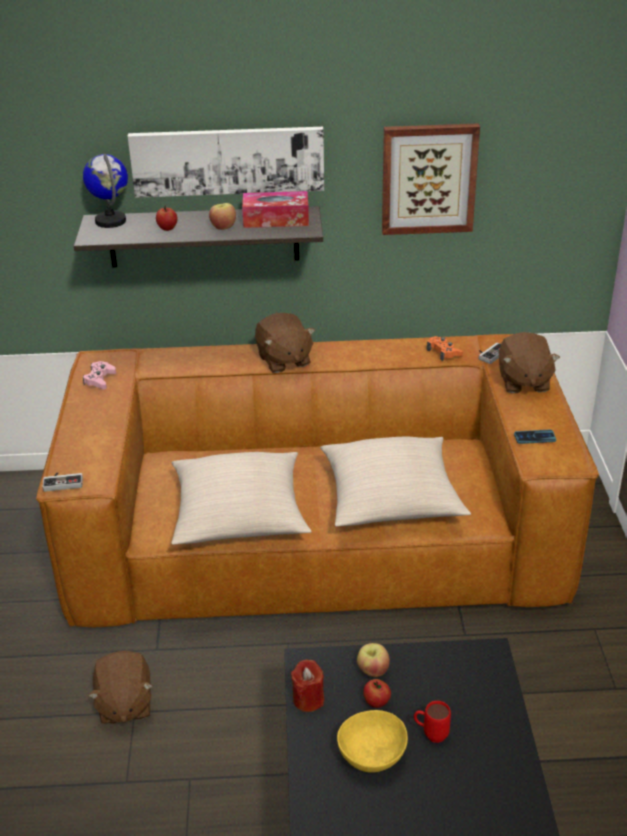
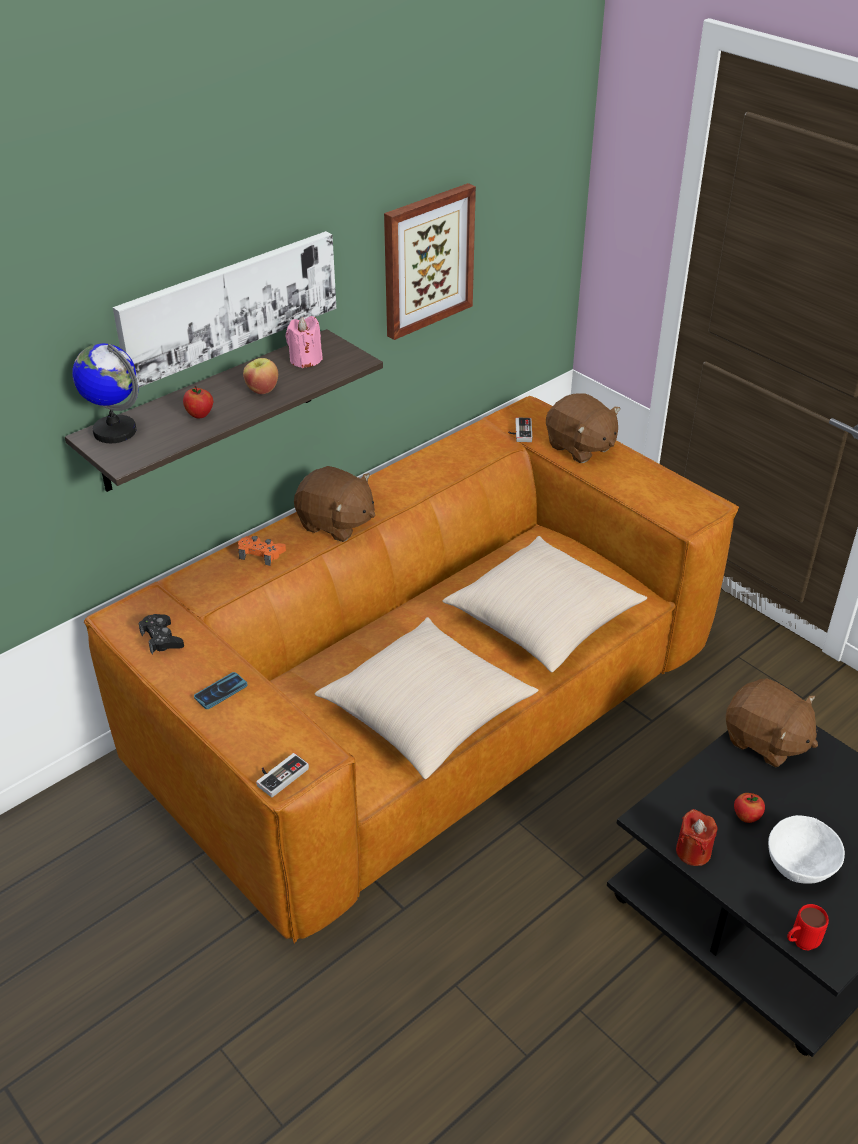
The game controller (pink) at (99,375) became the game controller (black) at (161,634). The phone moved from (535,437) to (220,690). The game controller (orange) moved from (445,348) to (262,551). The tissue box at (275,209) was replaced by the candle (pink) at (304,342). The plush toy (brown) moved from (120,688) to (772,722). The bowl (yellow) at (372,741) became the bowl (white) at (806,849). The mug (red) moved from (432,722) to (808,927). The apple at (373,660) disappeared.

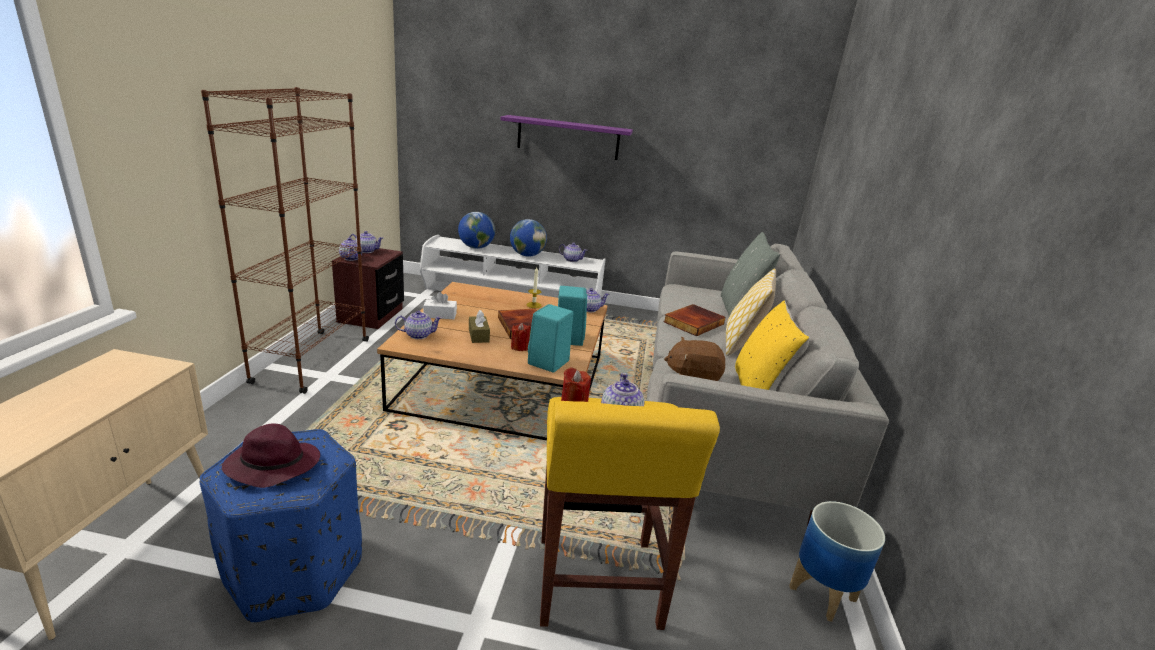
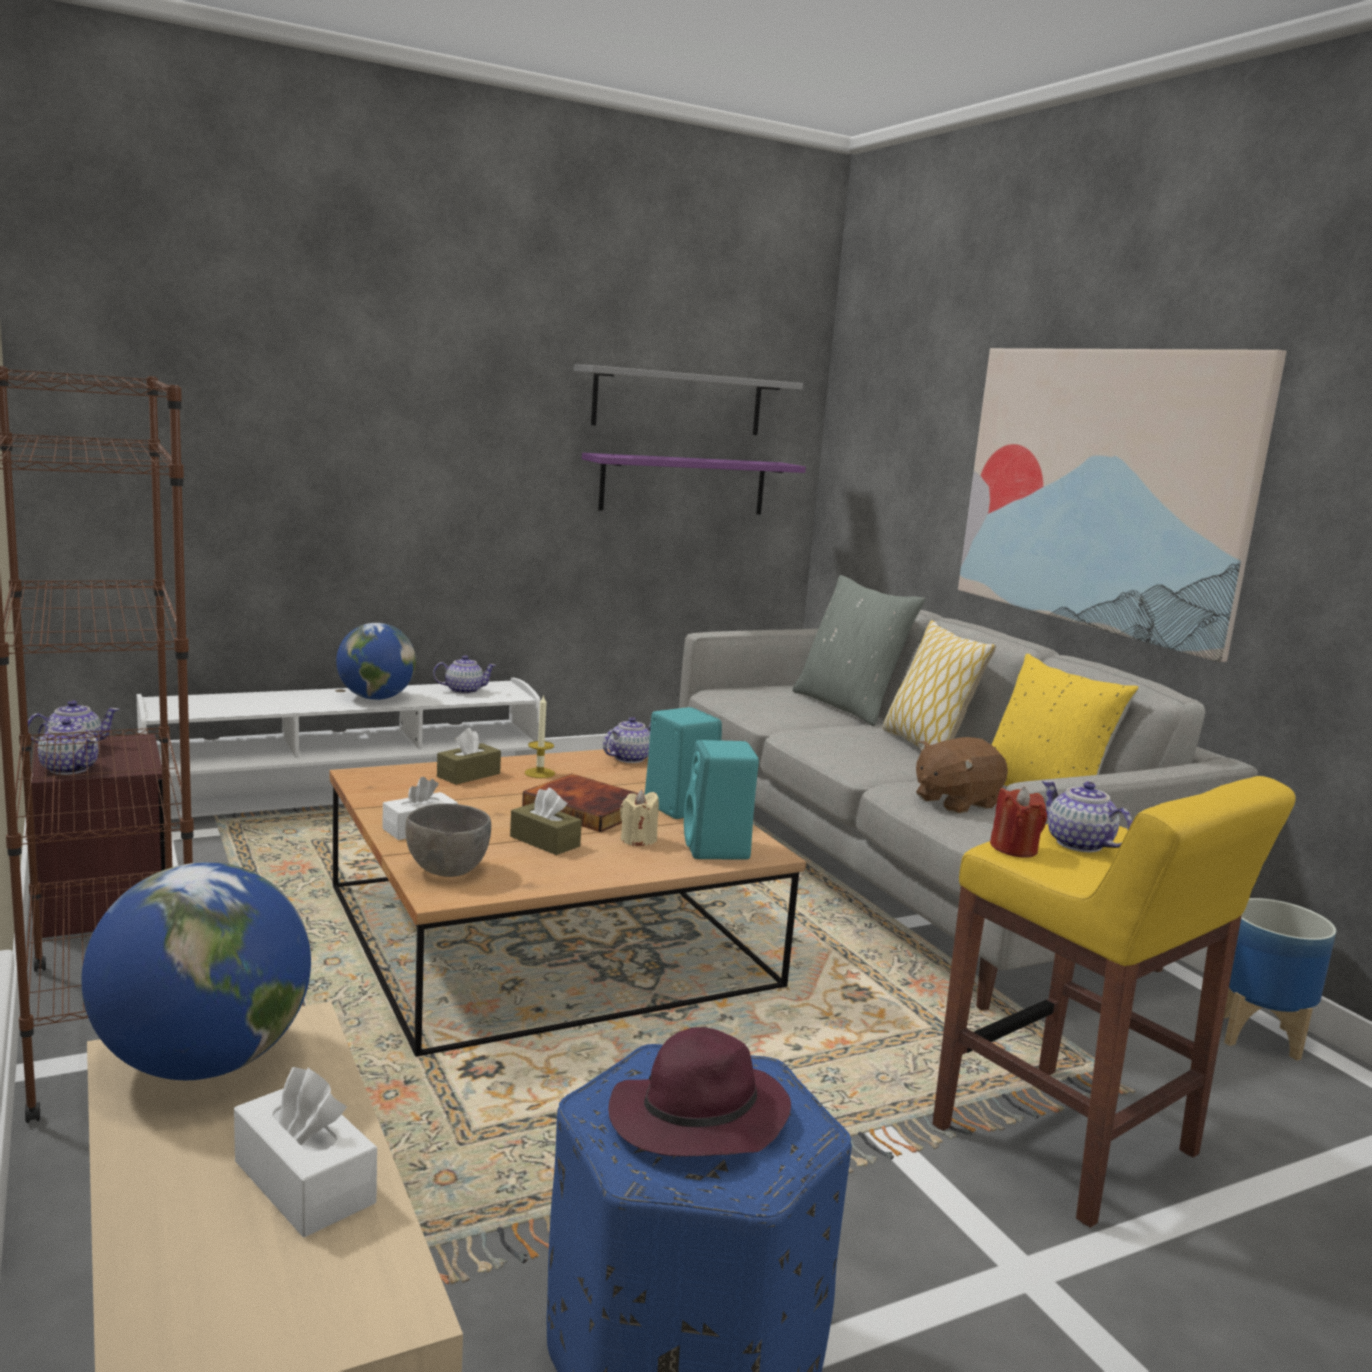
The globe moved from (476,230) to (196,971). The tissue box (white) at (305,1152) appeared. The teapot at (418,325) was replaced by the bowl (grey) at (448,840). The tissue box (brown) at (469,756) appeared. The shelf (grey) at (688,399) appeared. The shelf (purple) moved from (567,137) to (694,483). The candle (red) at (521,337) became the candle (beige) at (639,818). The picture at (1122,505) appeared. The book at (694,320) disappeared.

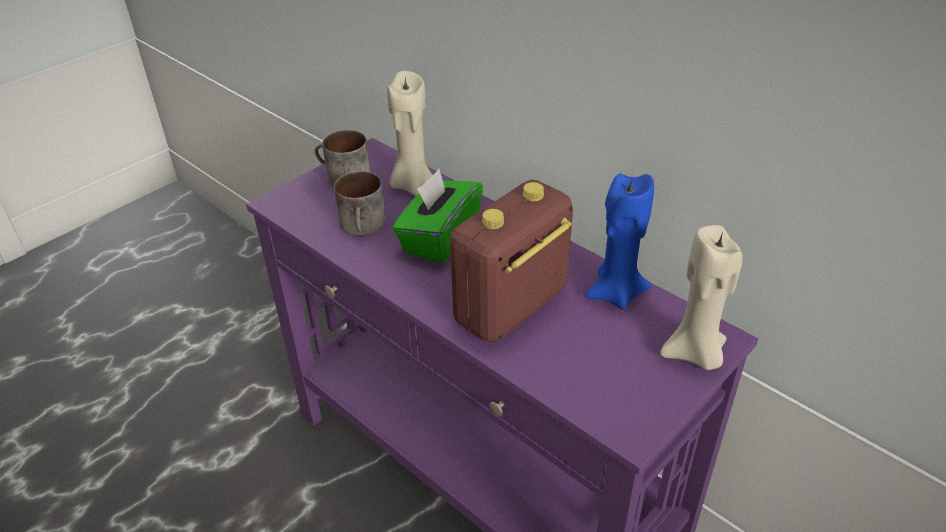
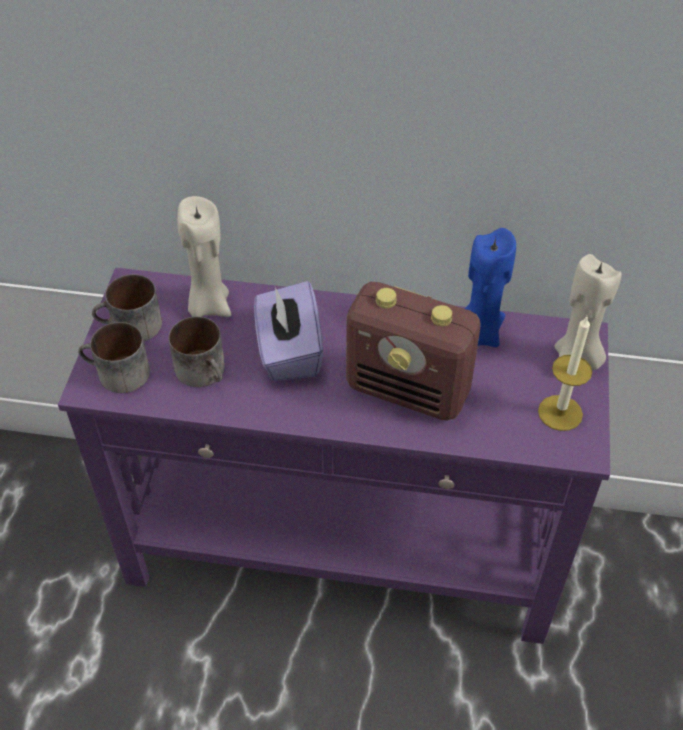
The mug at (114,357) appeared. The tissue box (green) at (438,216) became the tissue box (purple) at (288,331). The radio at (511,260) turned 75 degrees counterclockwise. The candle at (565,374) appeared.

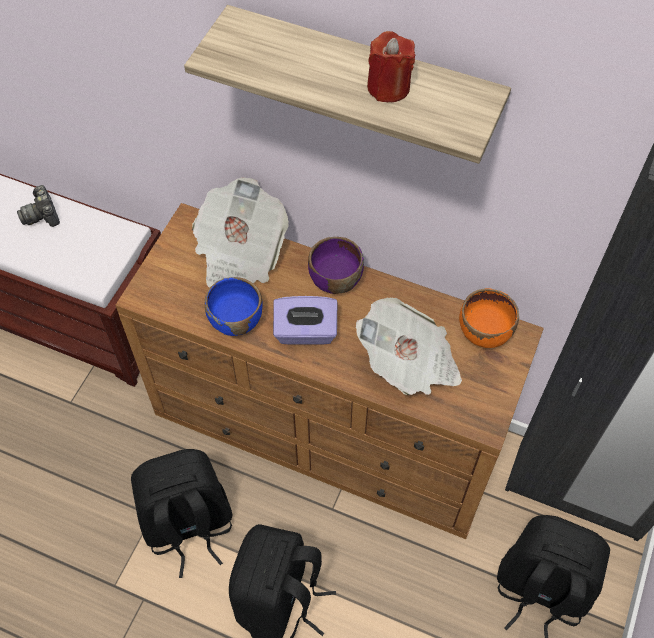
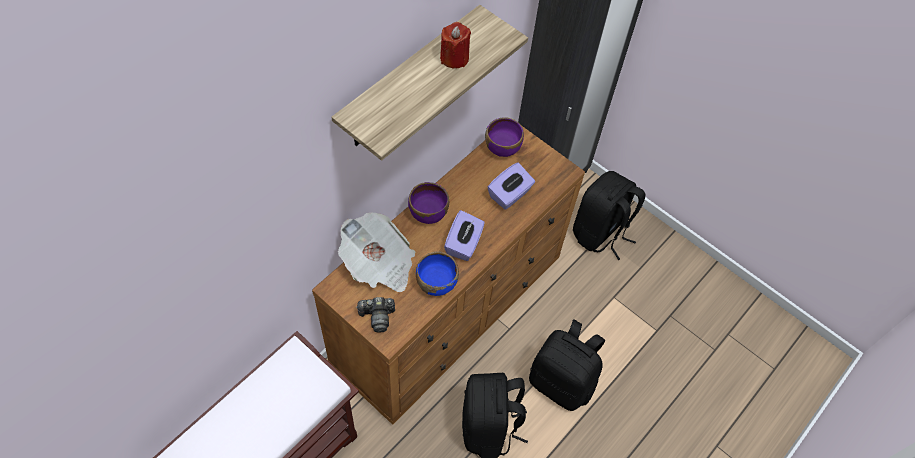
The photo camera moved from (38,206) to (375,315). The bowl (orange) at (489,318) became the bowl (purple) at (504,137). The newspaper at (409,346) was replaced by the tissue box (purple) at (511,186).

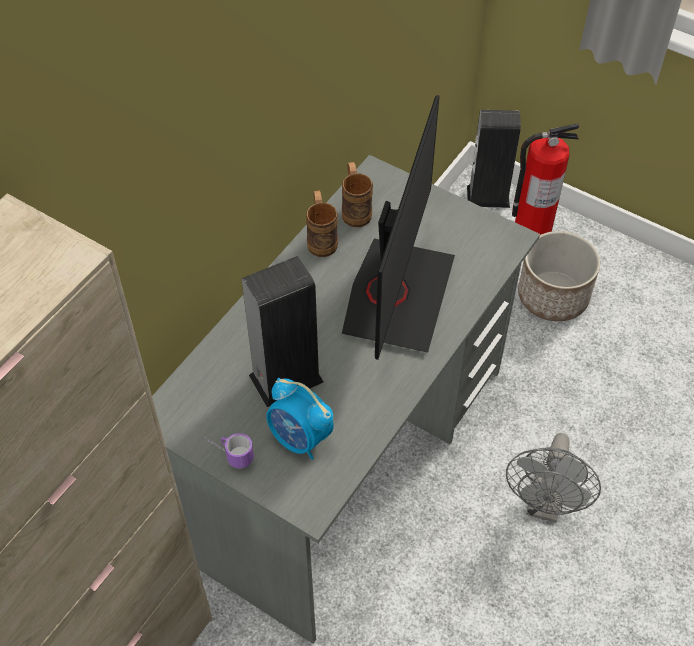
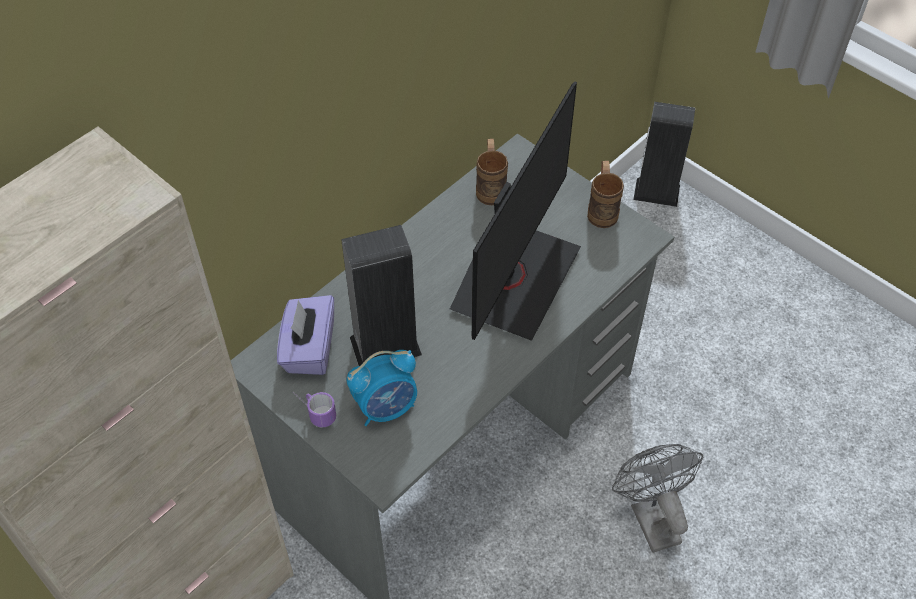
The tissue box (purple) at (305,335) appeared. The alarm clock at (300,419) turned 75 degrees counterclockwise. The mug (brown) moved from (322,224) to (605,194). The fan (grey) at (553,478) turned 135 degrees clockwise. The fire extinguisher at (545,179) disappeared. The planter at (559,276) disappeared.

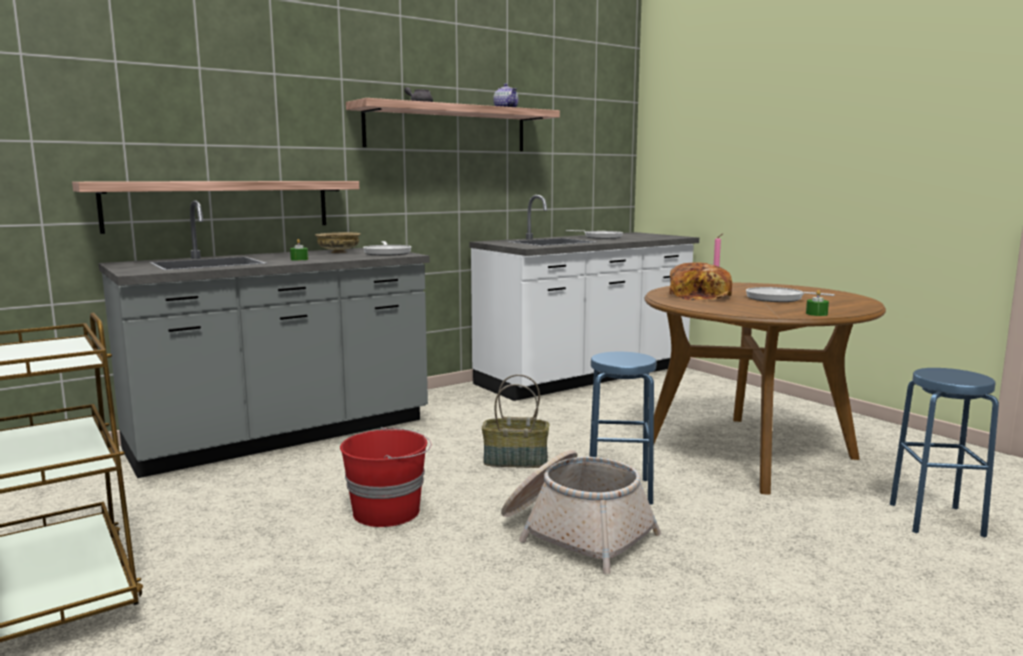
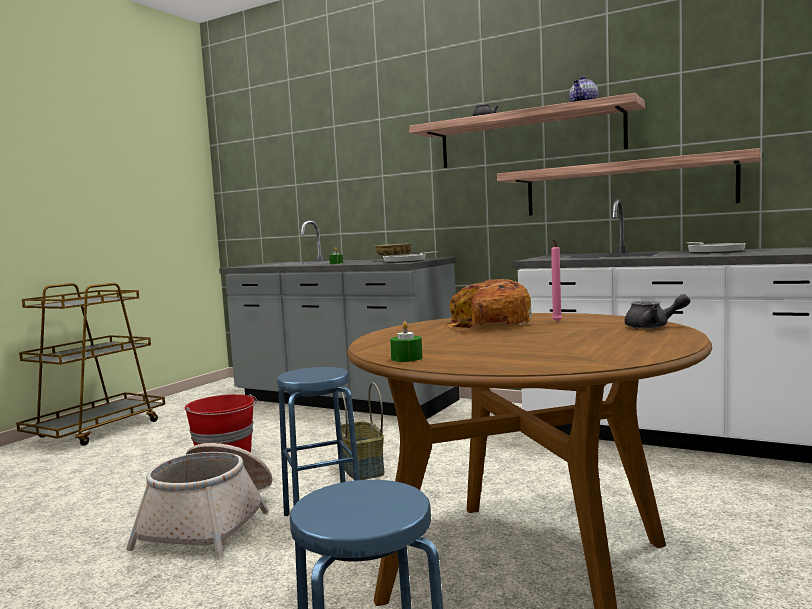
The shelf moved from (215,207) to (629,182). The teapot (grey) at (658,311) appeared. The frying pan at (790,294) disappeared.

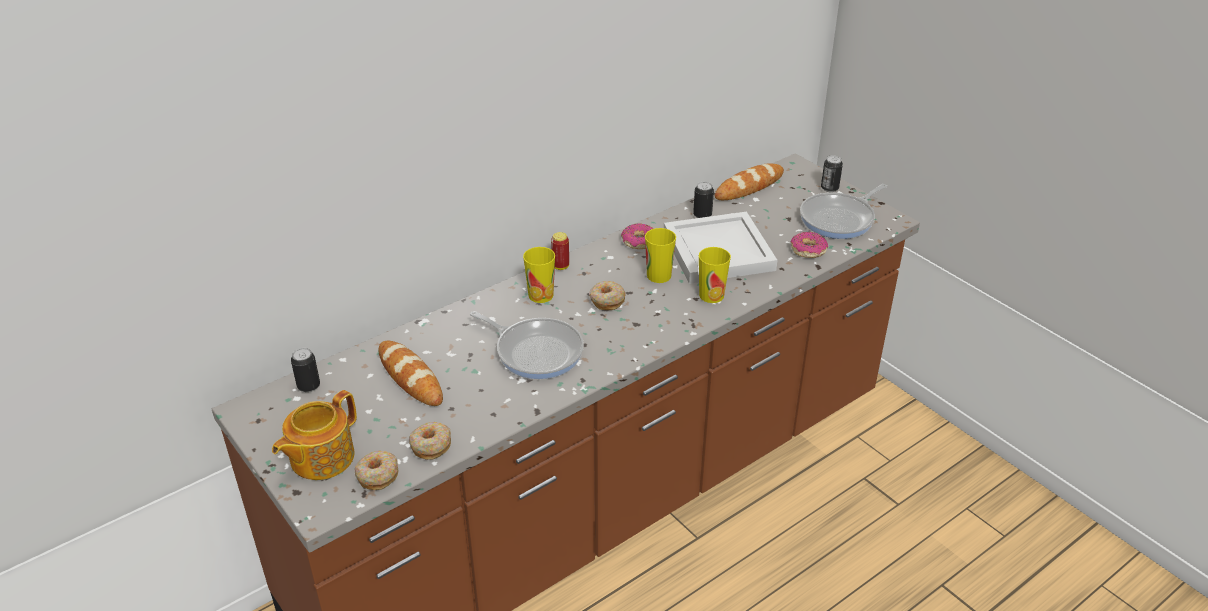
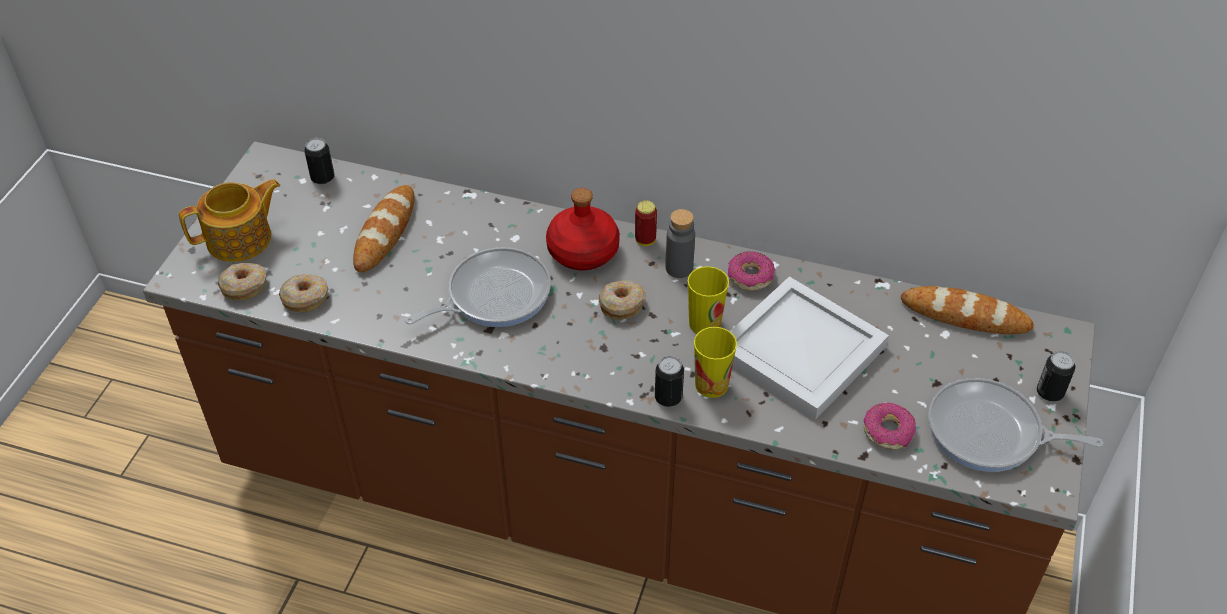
The teapot at (314,435) turned 150 degrees clockwise. The frying pan at (527,345) turned 120 degrees counterclockwise. The cup at (539,275) was replaced by the bottle (red) at (583,229). The can moved from (703,200) to (669,381). The bottle (grey) at (680,243) appeared.

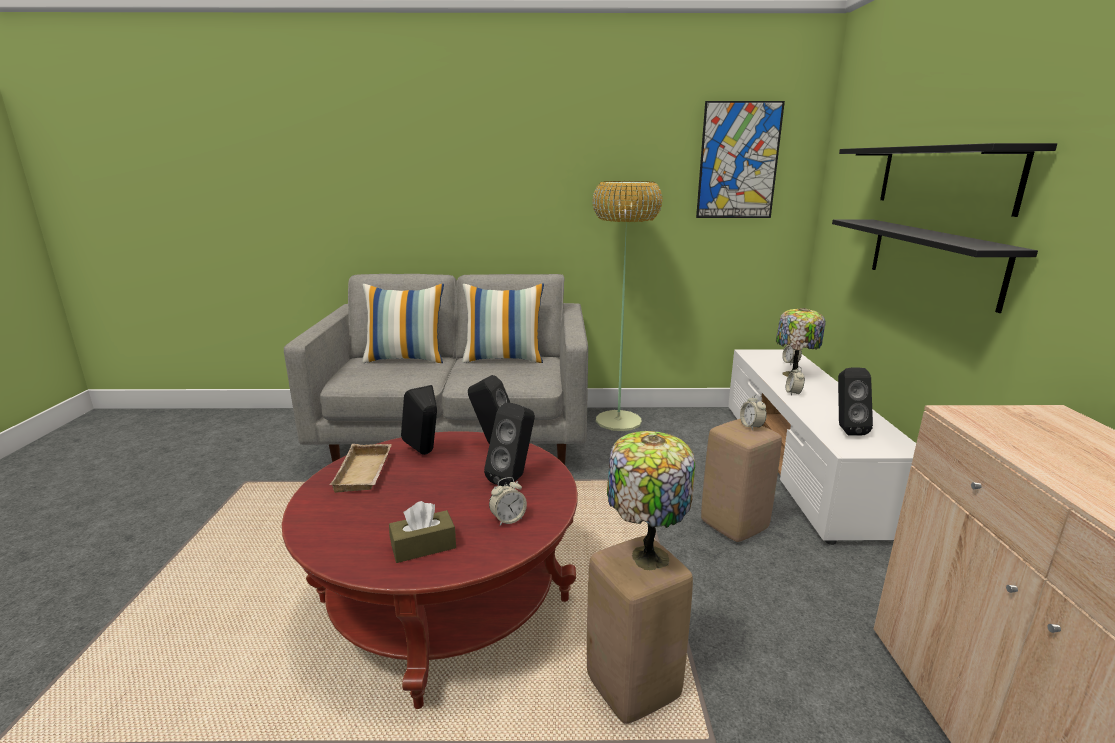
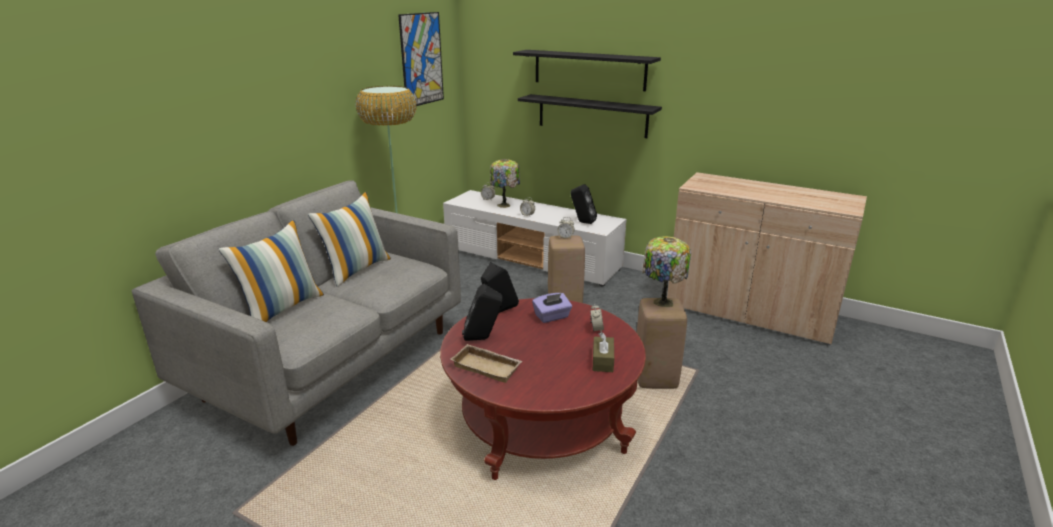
The speaker (black) at (509,444) was replaced by the tissue box (purple) at (552,308).

